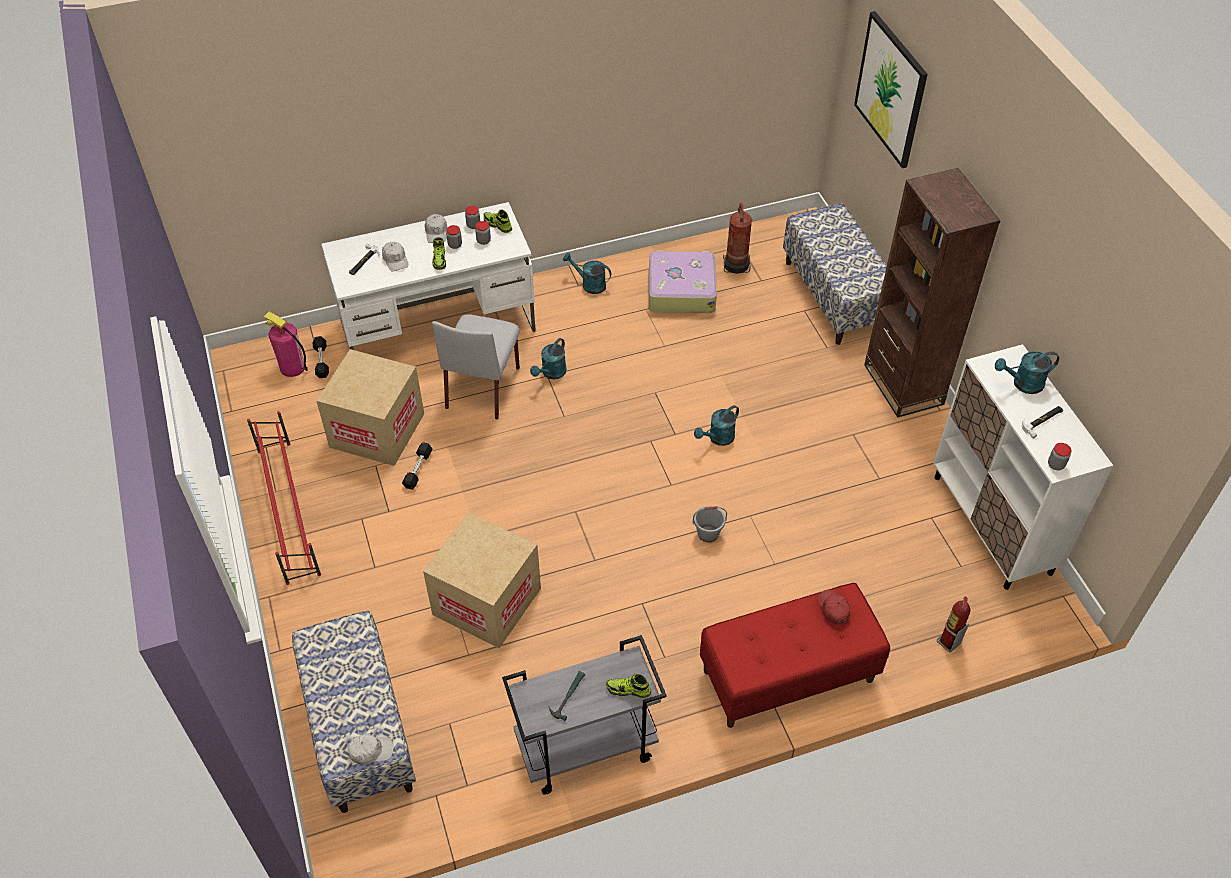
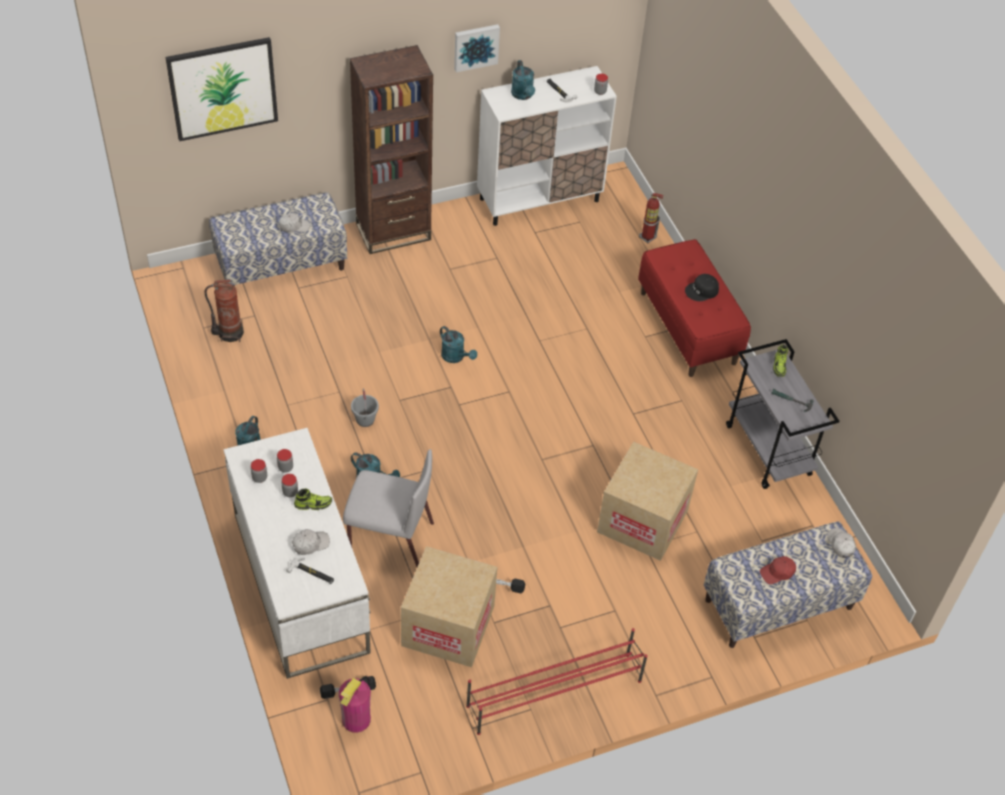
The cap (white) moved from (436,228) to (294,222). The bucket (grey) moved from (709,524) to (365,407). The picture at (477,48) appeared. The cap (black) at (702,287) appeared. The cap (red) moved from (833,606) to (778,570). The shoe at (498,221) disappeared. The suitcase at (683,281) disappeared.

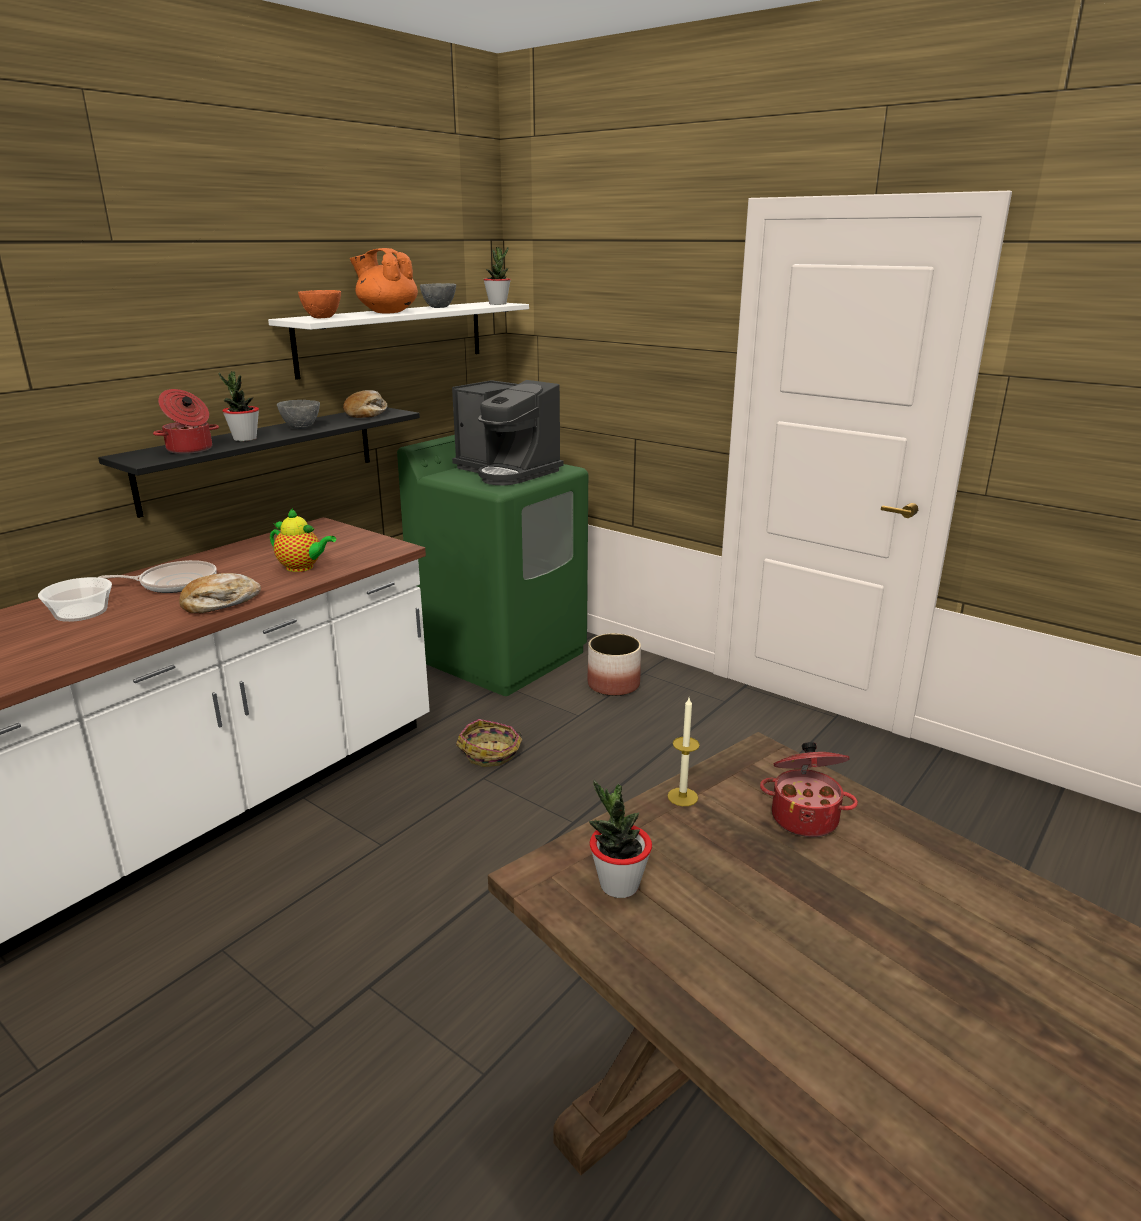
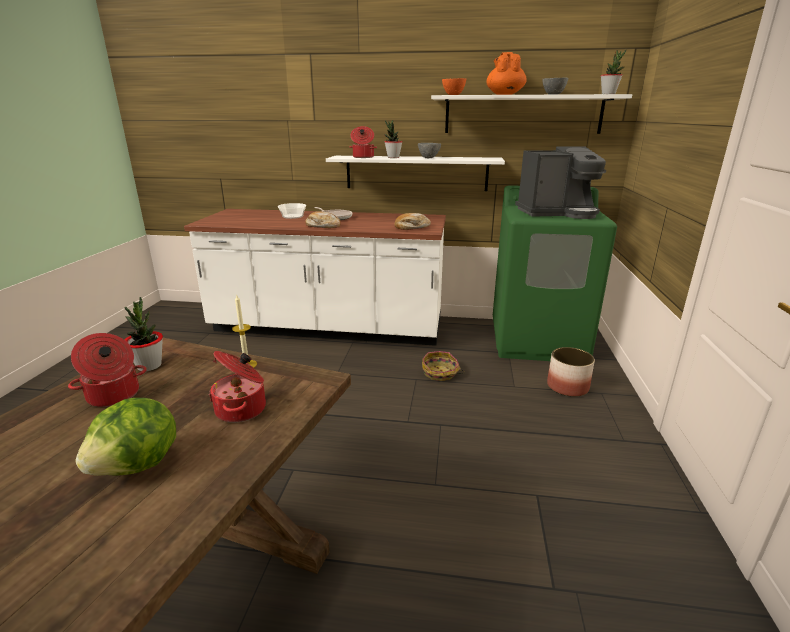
The cooking pot at (107,370) appeared. The lettuce at (125,437) appeared. The shelf (black) at (259,462) became the shelf (white) at (415,173). The bread moved from (365,404) to (412,221). The coffee machine at (508,432) turned 105 degrees counterclockwise. The teapot at (303,540) disappeared.

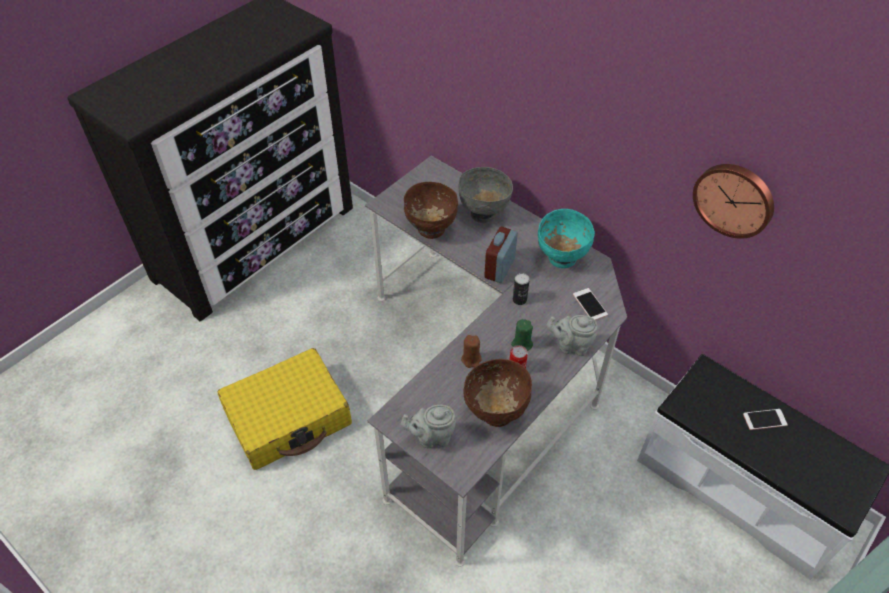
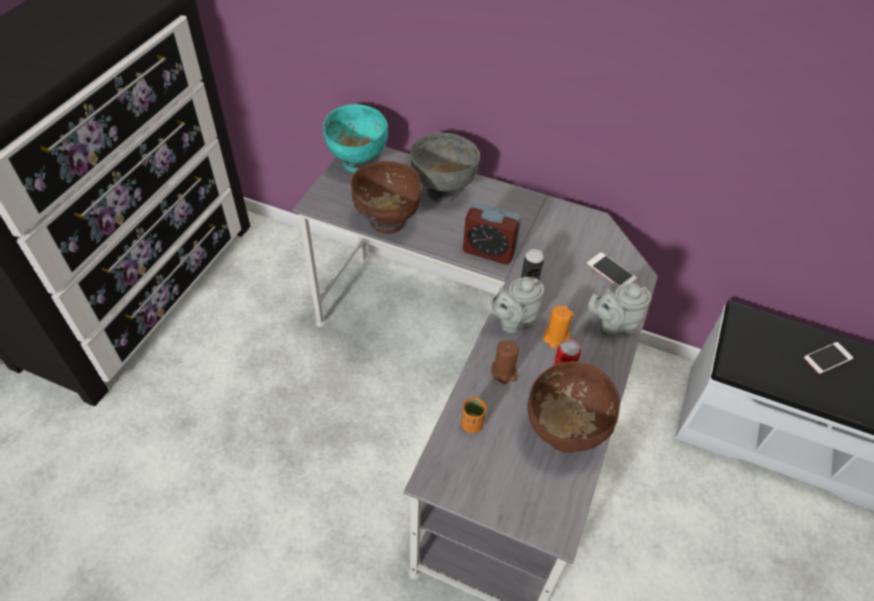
The bowl (turquoise) moved from (566,238) to (355,138). The cup (orange) at (473,415) appeared. The alarm clock at (501,255) turned 75 degrees counterclockwise. The teapot (grey) moved from (428,426) to (514,305). The candle (green) at (522,335) became the candle (orange) at (558,327). The suitcase (yellow) at (284,409) disappeared. The wall clock at (733,201) disappeared.

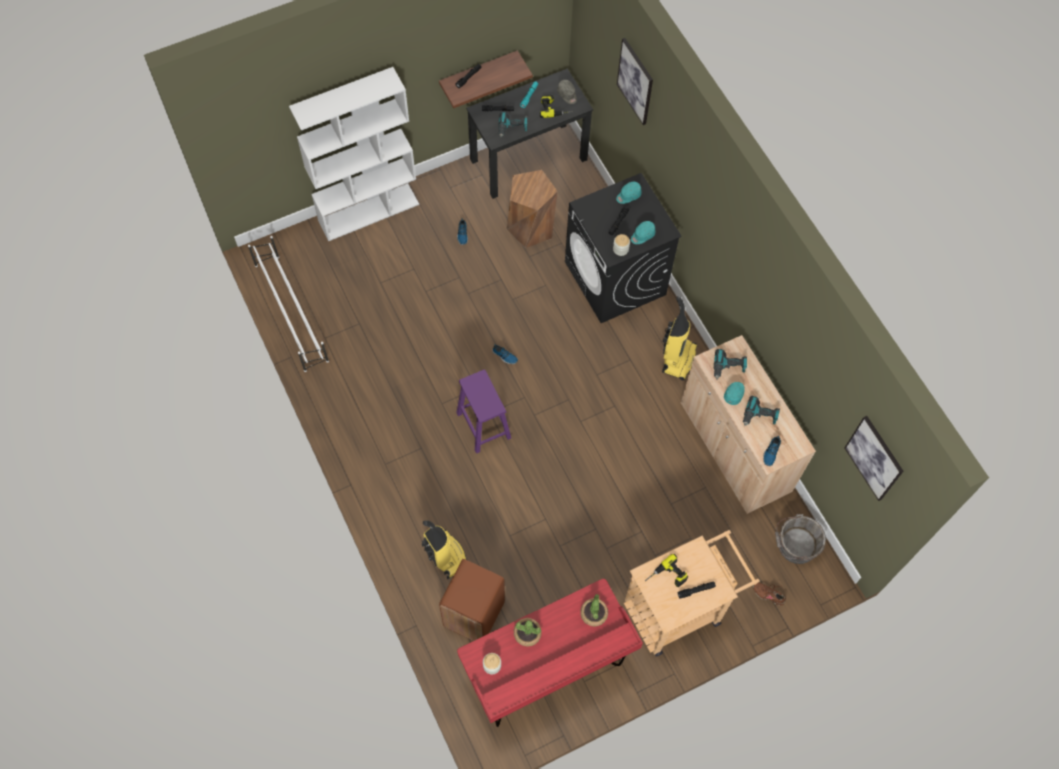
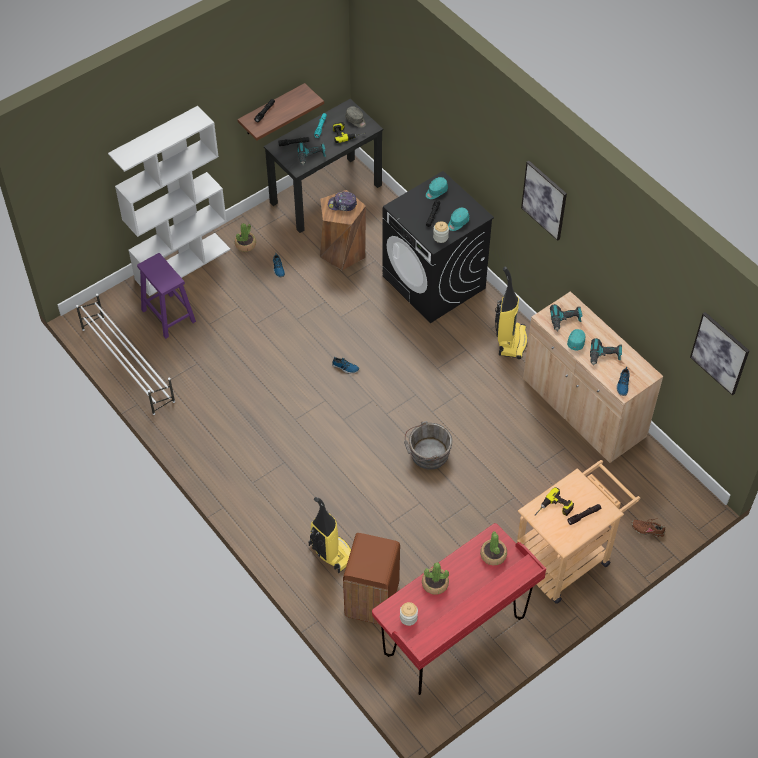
The stool (purple) moved from (483,411) to (166,296). The potted plant at (245,237) appeared. The cap at (342,201) appeared. The bucket (grey) moved from (800,539) to (428,445). The picture moved from (635,81) to (544,201).

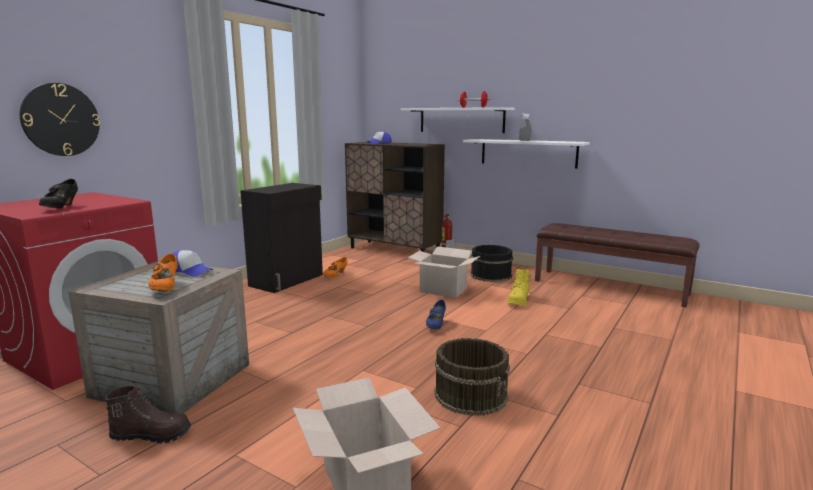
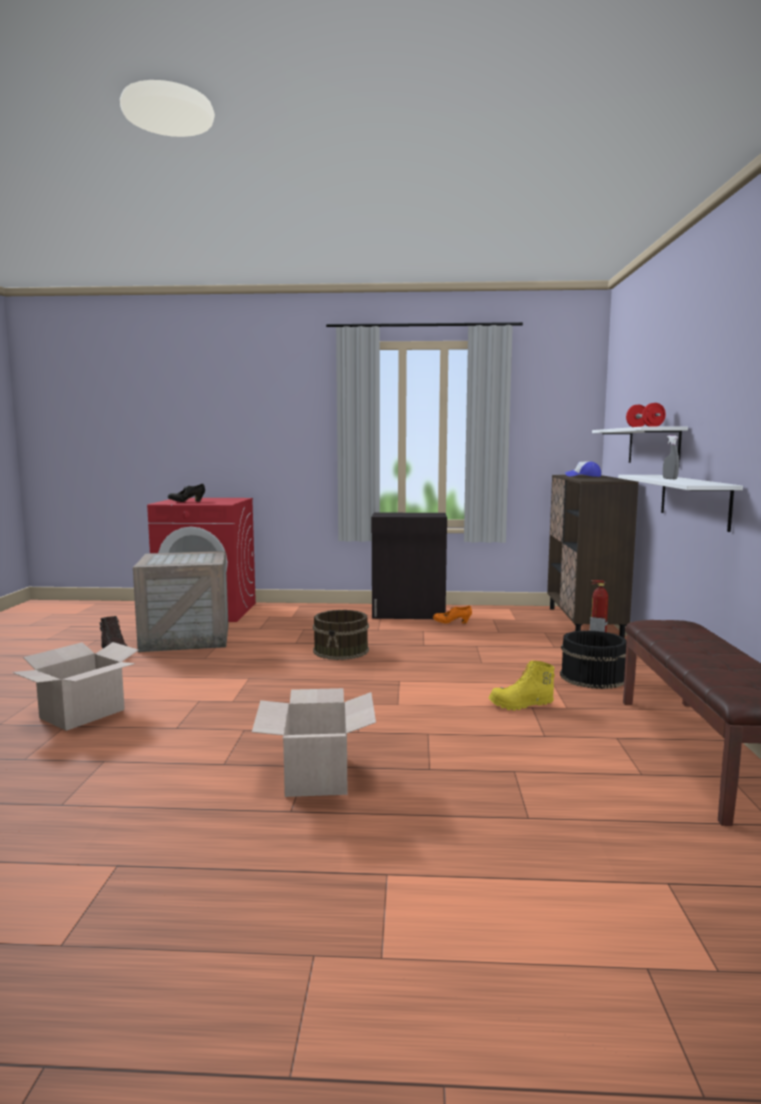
The cardboard box moved from (444,272) to (314,742). The bucket (brown) moved from (472,377) to (341,635). The wall clock at (60,119) disappeared. The shoe (orange) at (163,272) disappeared. The cap at (192,263) disappeared. The shoe (blue) at (436,315) disappeared.

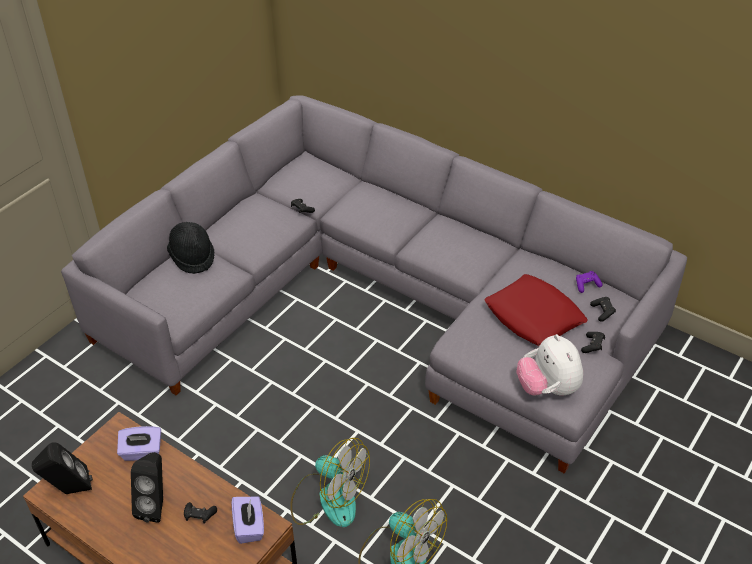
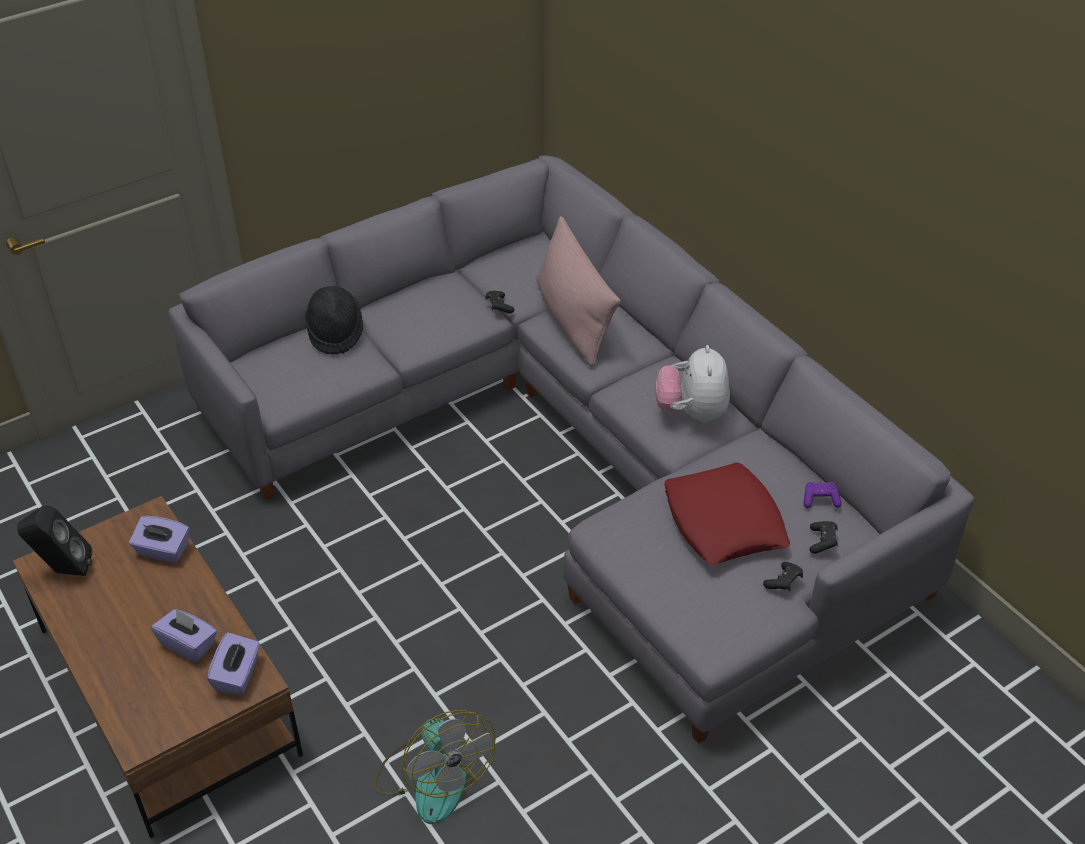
The game controller (black) at (200,513) was replaced by the tissue box (purple) at (184,635). The pillow (pink) at (578,291) appeared. The plush toy moved from (549,365) to (692,384). The speaker (black) at (147,487) disappeared. The fan at (330,482) disappeared.

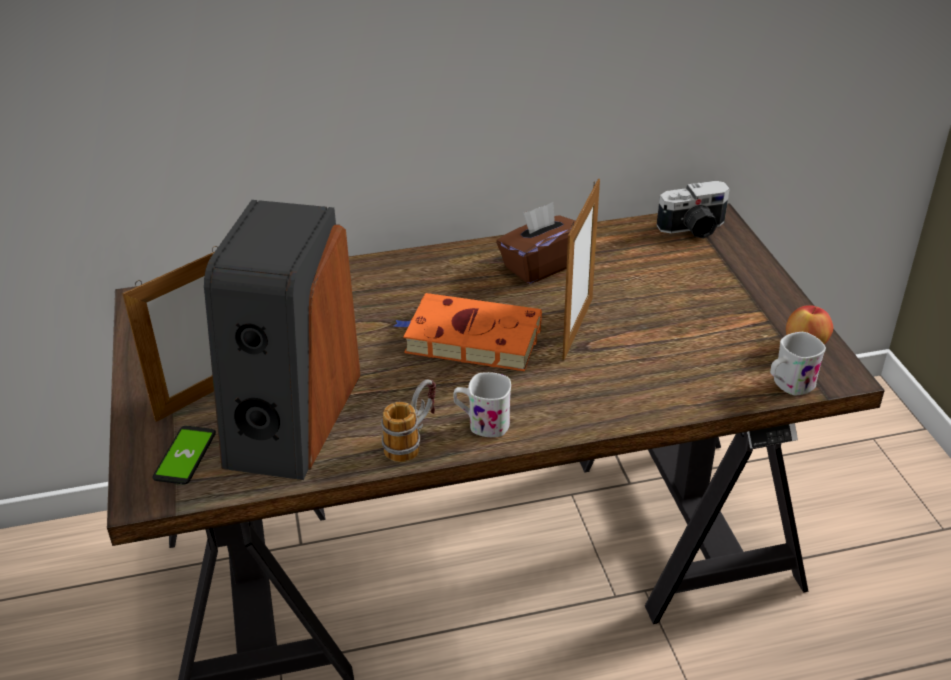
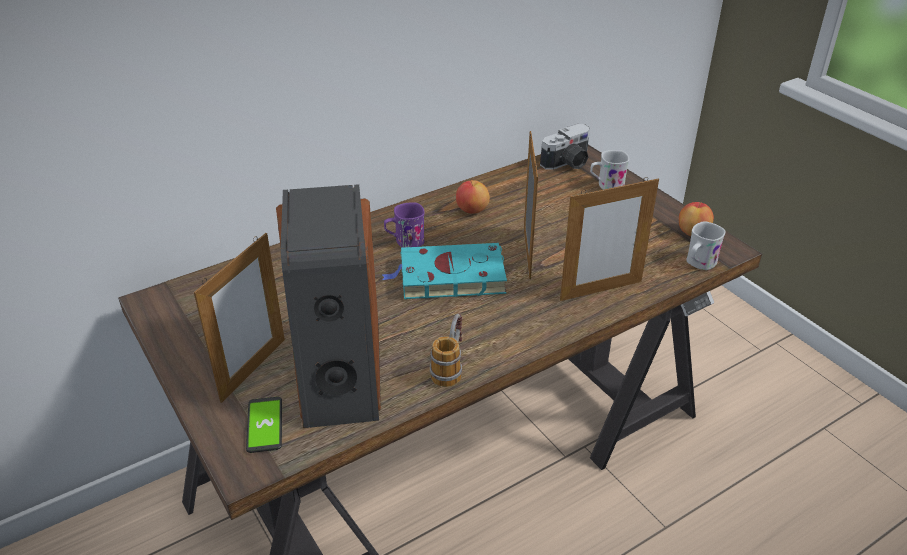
The book (orange) at (468,332) became the book (turquoise) at (444,271). The mug (purple) at (404,225) appeared. The tissue box (brown) at (535,243) was replaced by the apple at (473,197). The picture frame at (609,239) appeared. The mug (white) moved from (482,404) to (609,170).

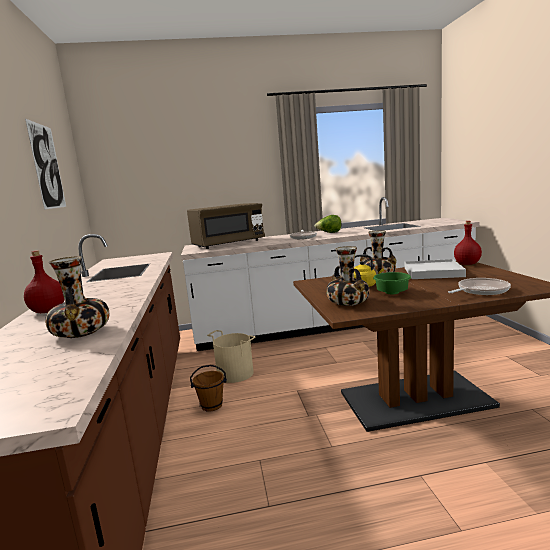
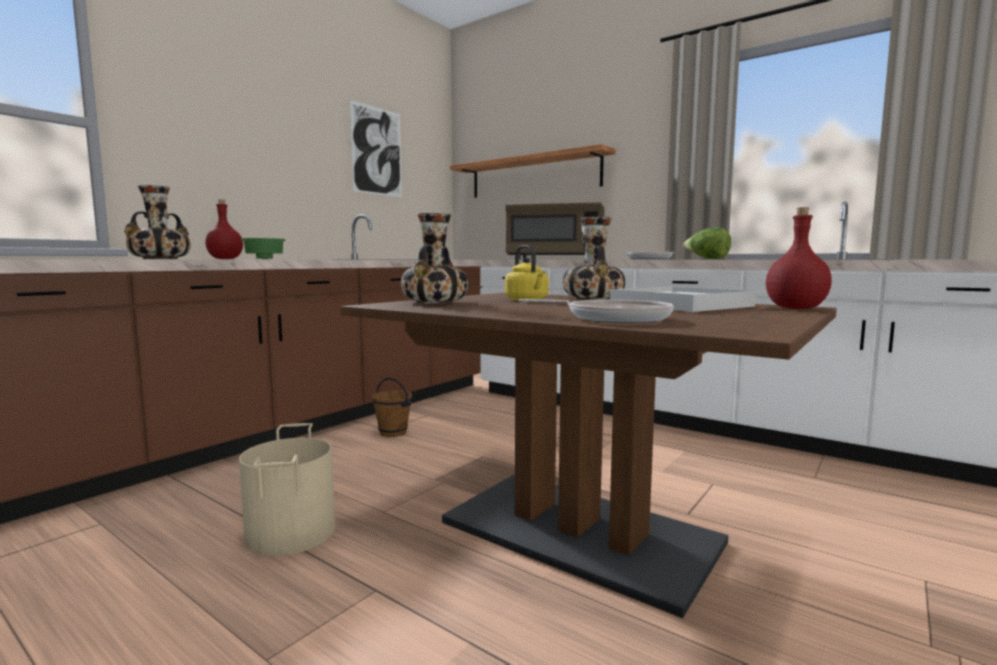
The bucket (beige) moved from (231,356) to (287,489). The bowl (green) moved from (392,283) to (263,248). The shelf at (533,171) appeared.

